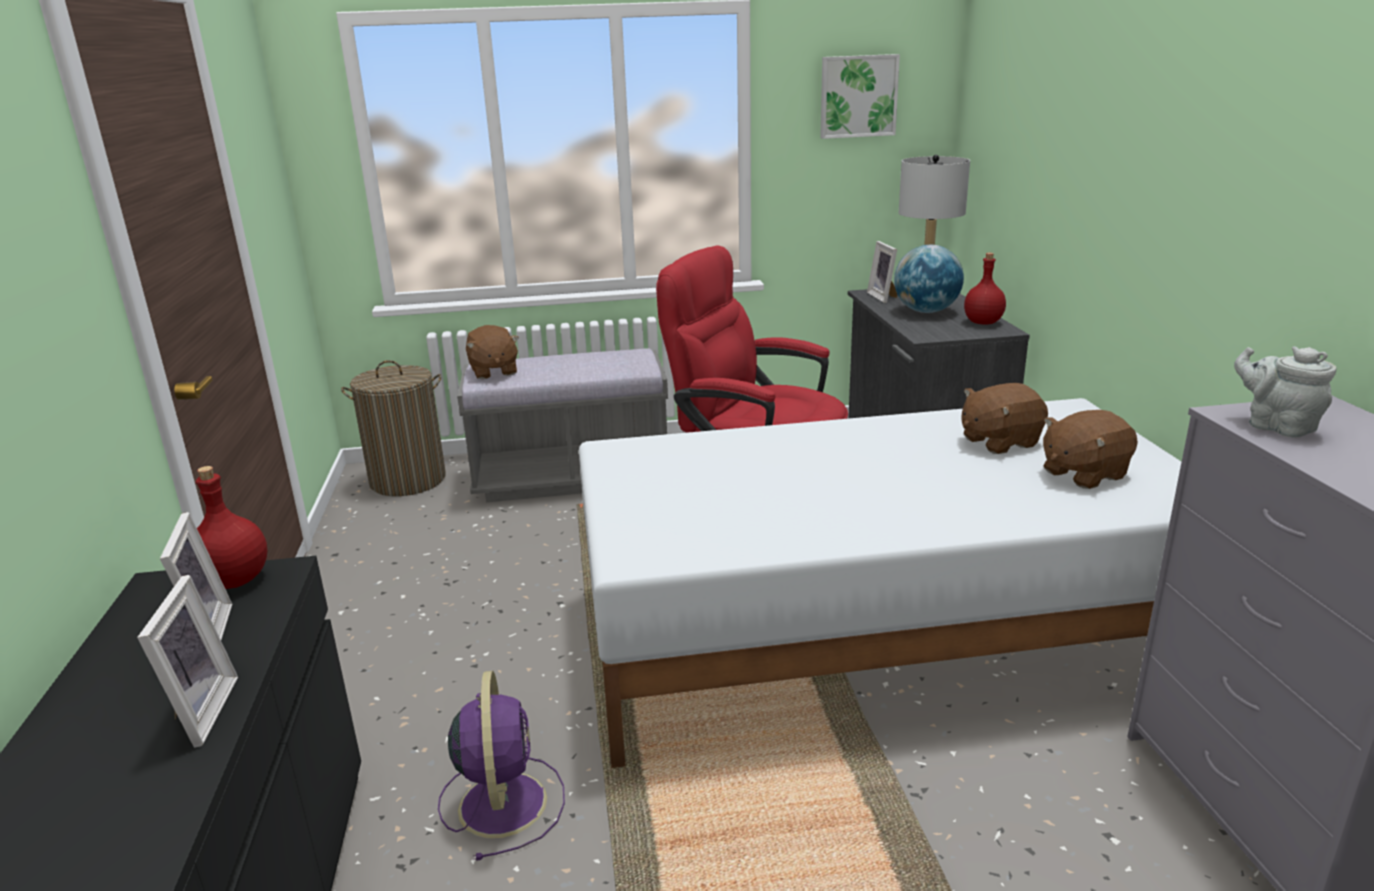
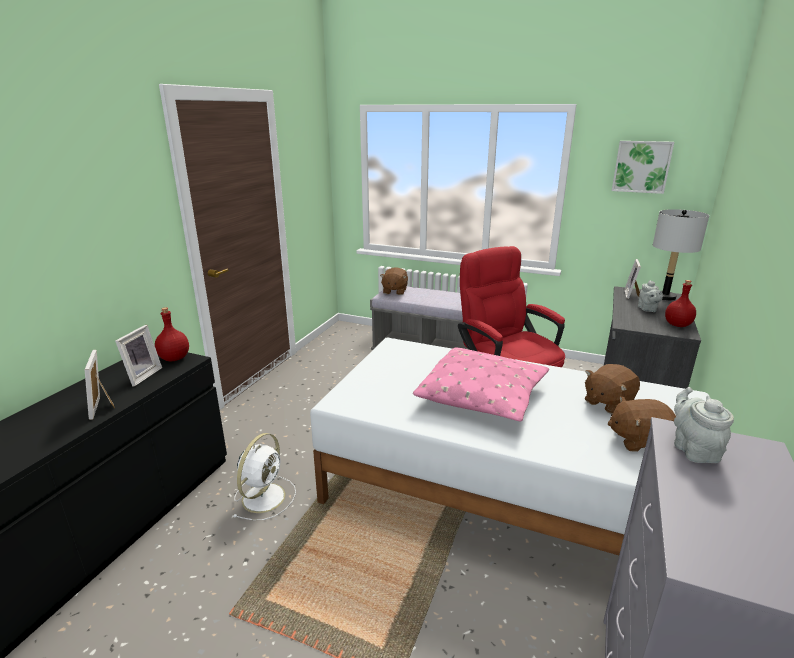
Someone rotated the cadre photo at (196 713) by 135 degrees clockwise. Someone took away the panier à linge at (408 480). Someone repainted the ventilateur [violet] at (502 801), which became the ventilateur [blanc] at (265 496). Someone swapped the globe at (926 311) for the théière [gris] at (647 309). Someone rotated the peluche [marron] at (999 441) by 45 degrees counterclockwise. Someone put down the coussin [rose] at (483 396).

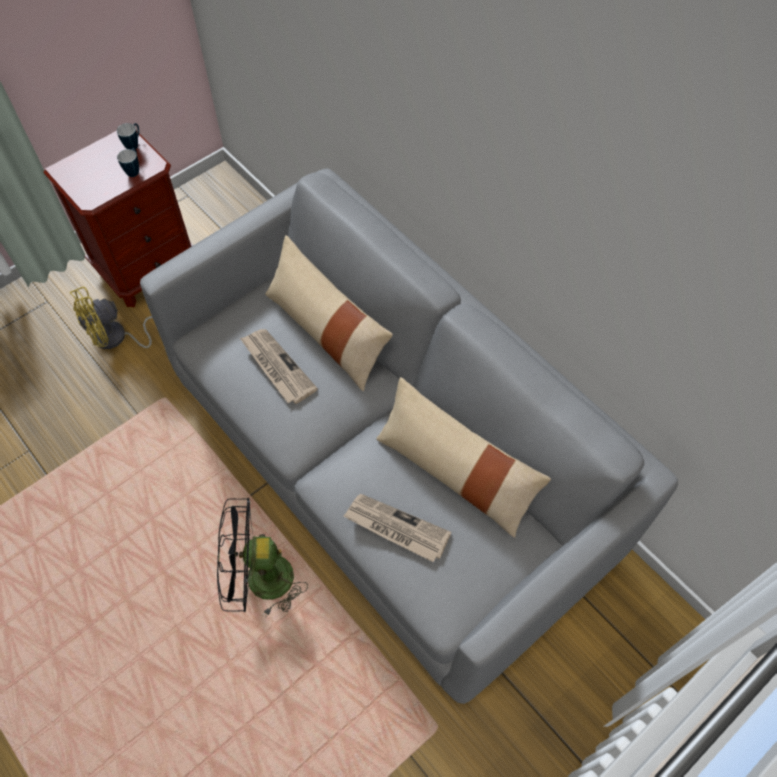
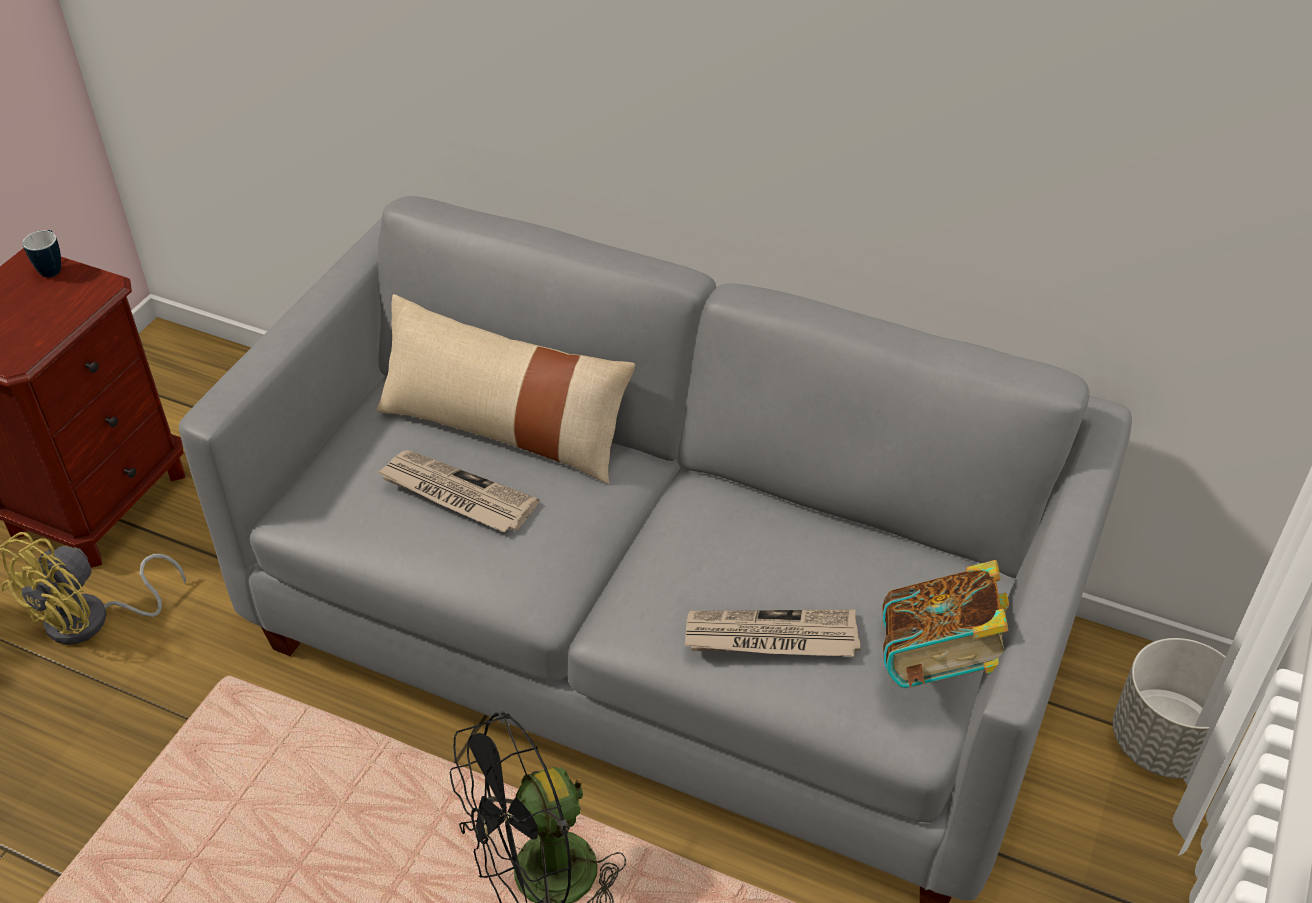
Someone took away the mug at (134 170). Someone took away the coussin [beige] at (455 473). Someone put down the livre at (941 665). Someone put down the cache-pot [gris] at (1162 743).

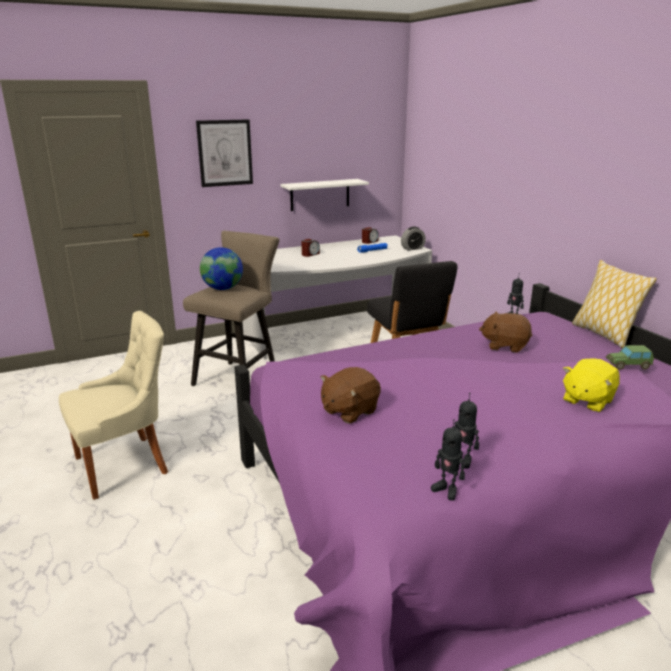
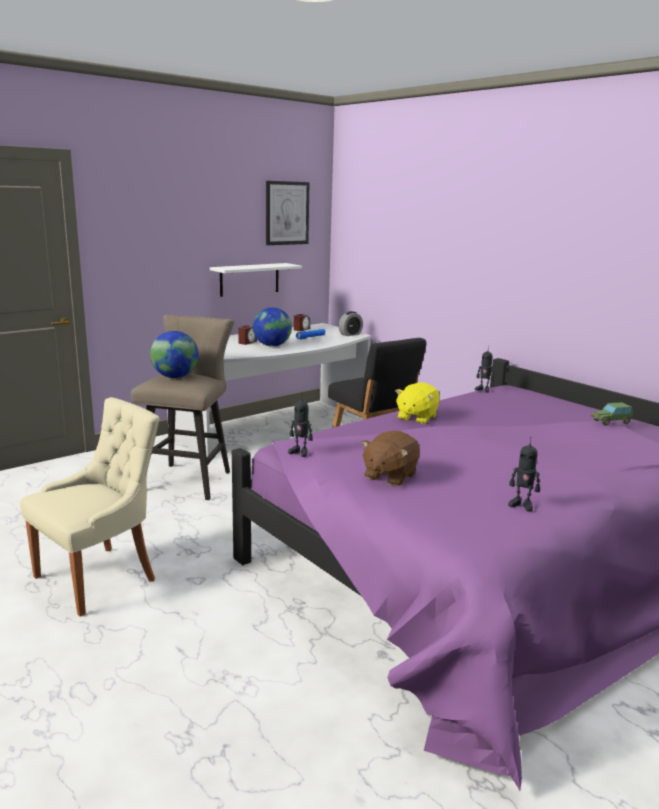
Someone carried the tableau from (225 153) to (287 213). Someone carried the robot jouet from (446 490) to (300 452). Someone took away the peluche [marron] at (505 345). Someone carried the peluche [jaune] from (587 400) to (416 417). Someone took away the coussin at (604 334). Someone put down the globe at (272 346).

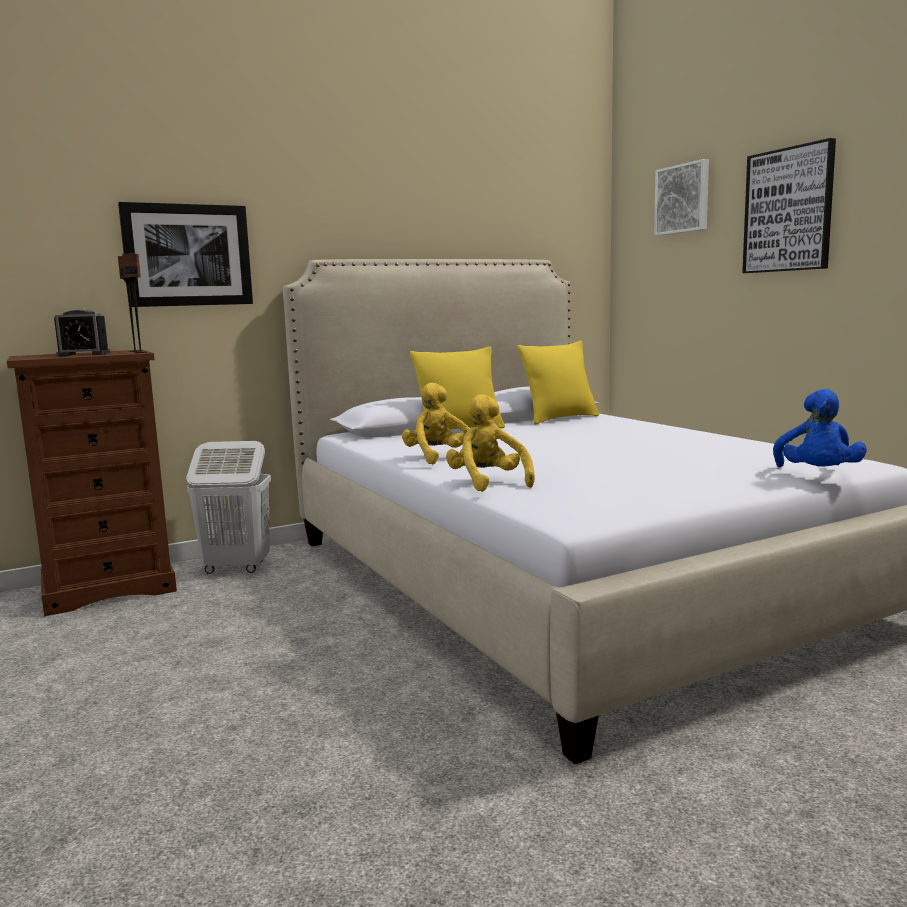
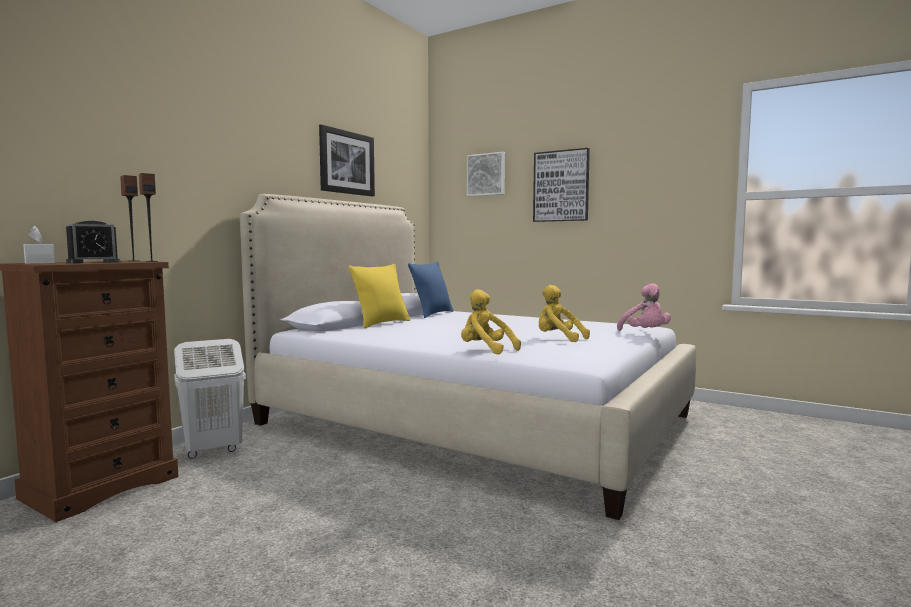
Someone carried the tableau from (188 255) to (347 162). Someone carried the peluche [jaune] from (438 458) to (558 339). Someone repainted the coussin [jaune] at (560 419), which became the coussin [bleu] at (432 314). Someone repainted the peluche [bleu] at (817 475), which became the peluche [rose] at (645 333). Someone put down the boîte à mouchoirs [blanc] at (39 263).

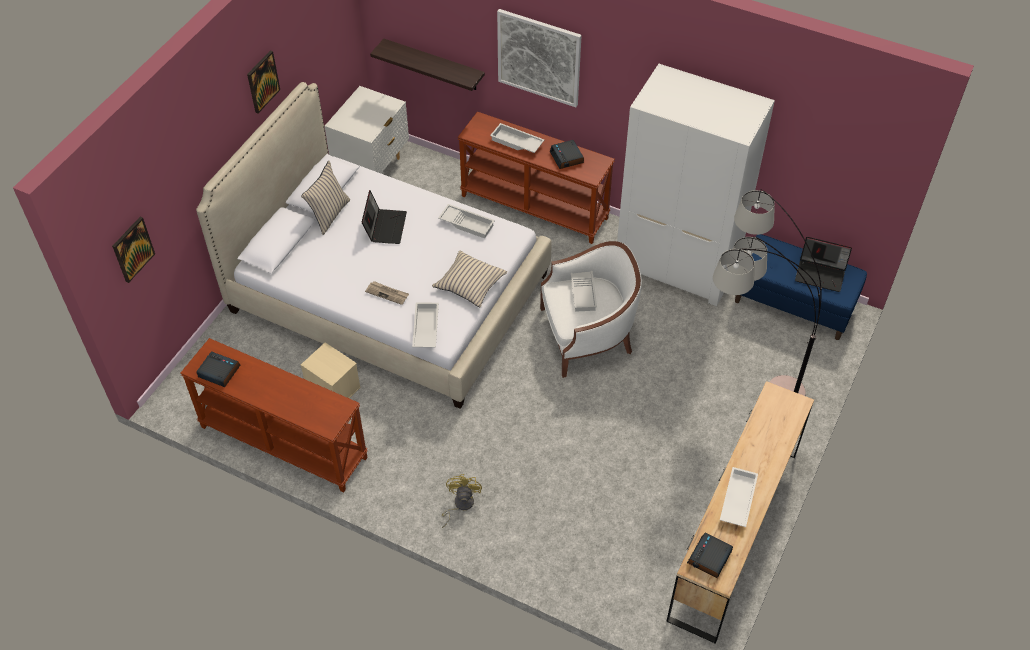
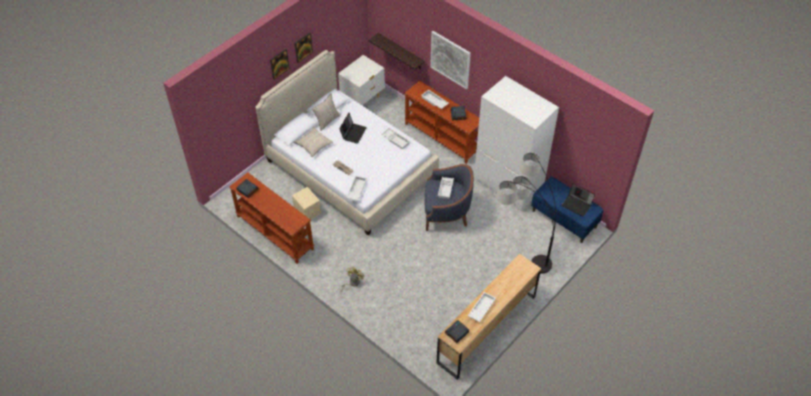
Someone carried the tableau from (132 249) to (279 64). Someone carried the coussin [beige] from (470 284) to (313 144). Someone repainted the fauteuil [blanc] at (587 336), which became the fauteuil [bleu] at (446 212).

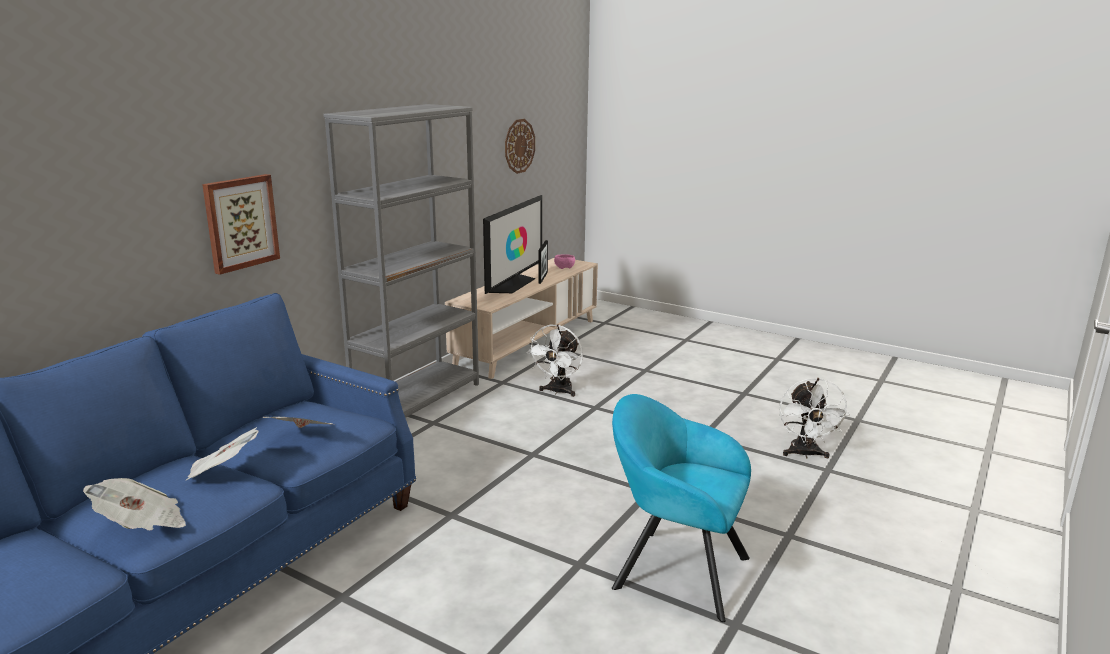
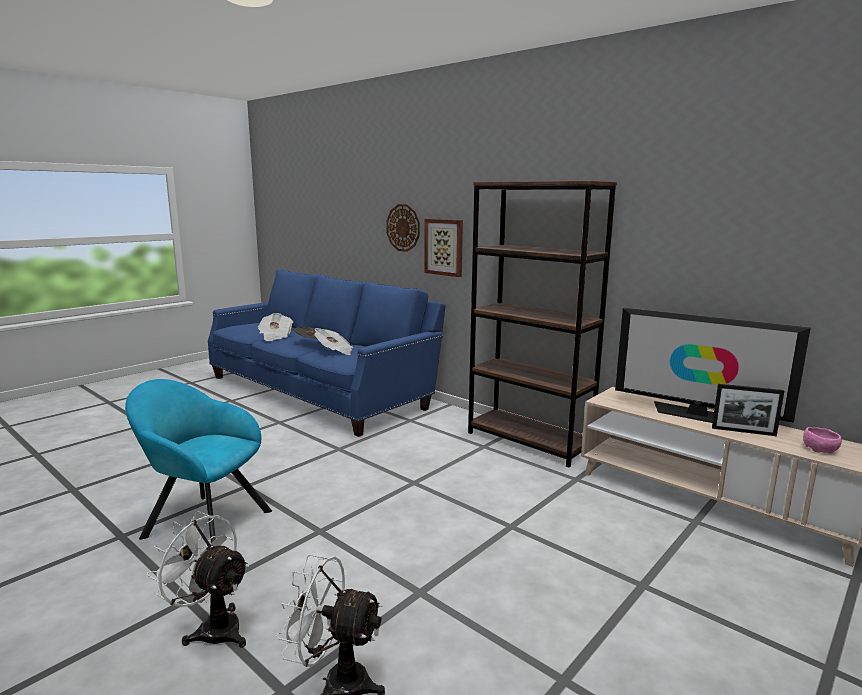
Someone repainted the bibliothèque [gris] at (418 400), which became the bibliothèque [marron] at (529 441). Someone carried the horloge murale from (519 146) to (403 228). Someone carried the ventilateur [blanc] from (558 392) to (212 627). Someone rotated the fauteuil [turquoise] at (674 570) by 105 degrees counterclockwise.

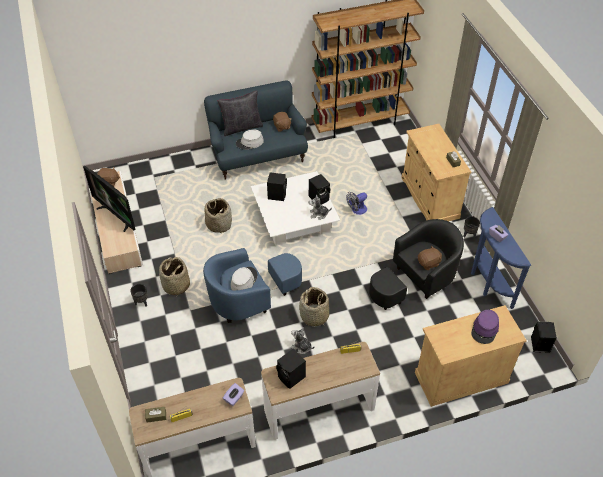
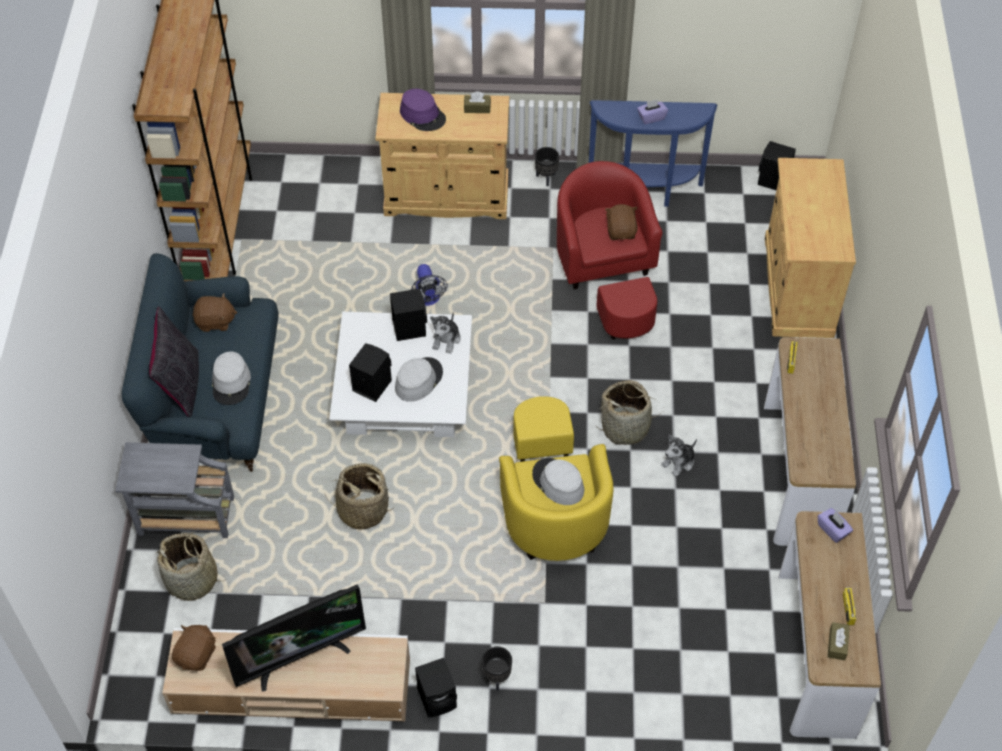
Someone carried the panier from (176 286) to (192 580). Someone repainted the fauteuil [bleu] at (249 297), which became the fauteuil [jaune] at (552 506). Someone carried the enceinte [noir] from (292 377) to (438 698). Someone repainted the fauteuil [noir] at (416 280), which became the fauteuil [rouge] at (607 274). Someone carried the chapeau [violet] from (485 329) to (423 115). Someone put down the table d'appoint [gris] at (183 515). Someone put down the chapeau [gris] at (418 380).

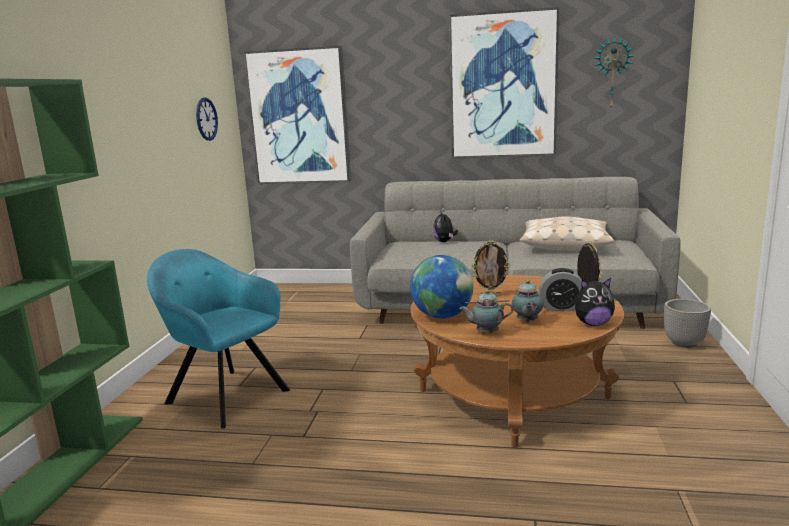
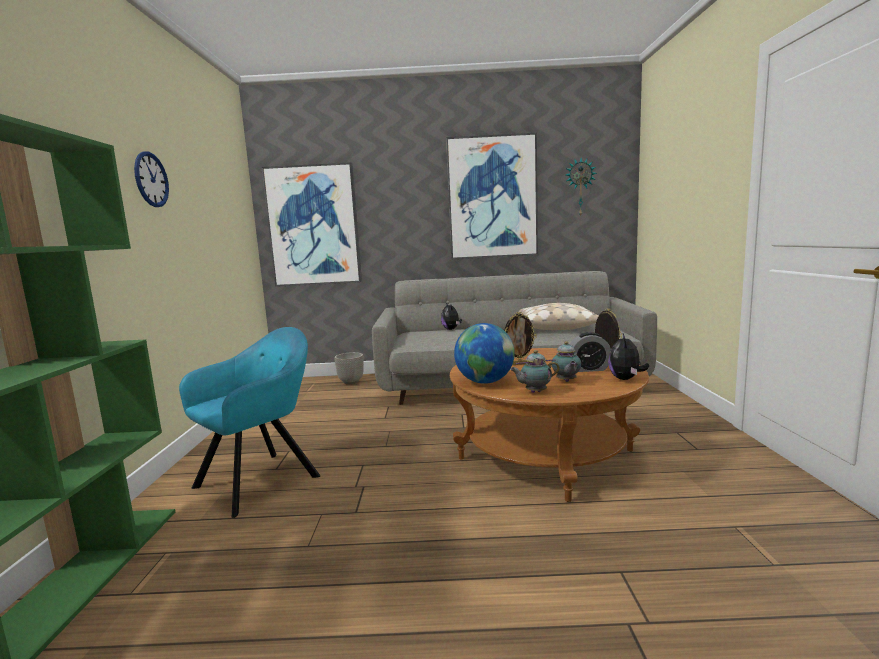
Someone rotated the fauteuil [turquoise] at (224 395) by 105 degrees clockwise. Someone carried the horloge murale from (206 119) to (151 179). Someone rotated the peluche at (593 323) by 120 degrees clockwise. Someone carried the cache-pot from (684 343) to (351 382).

